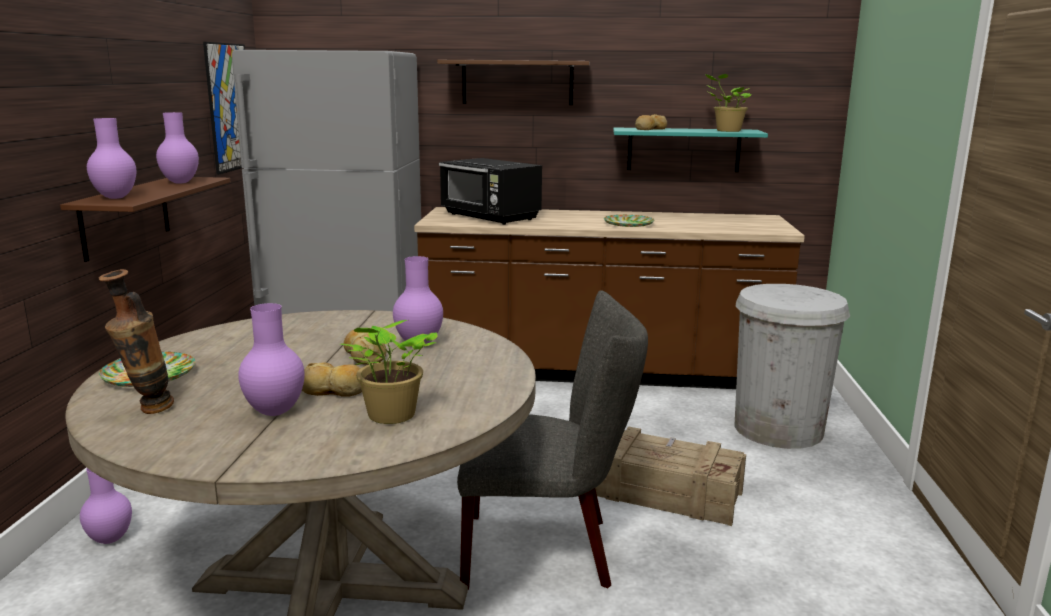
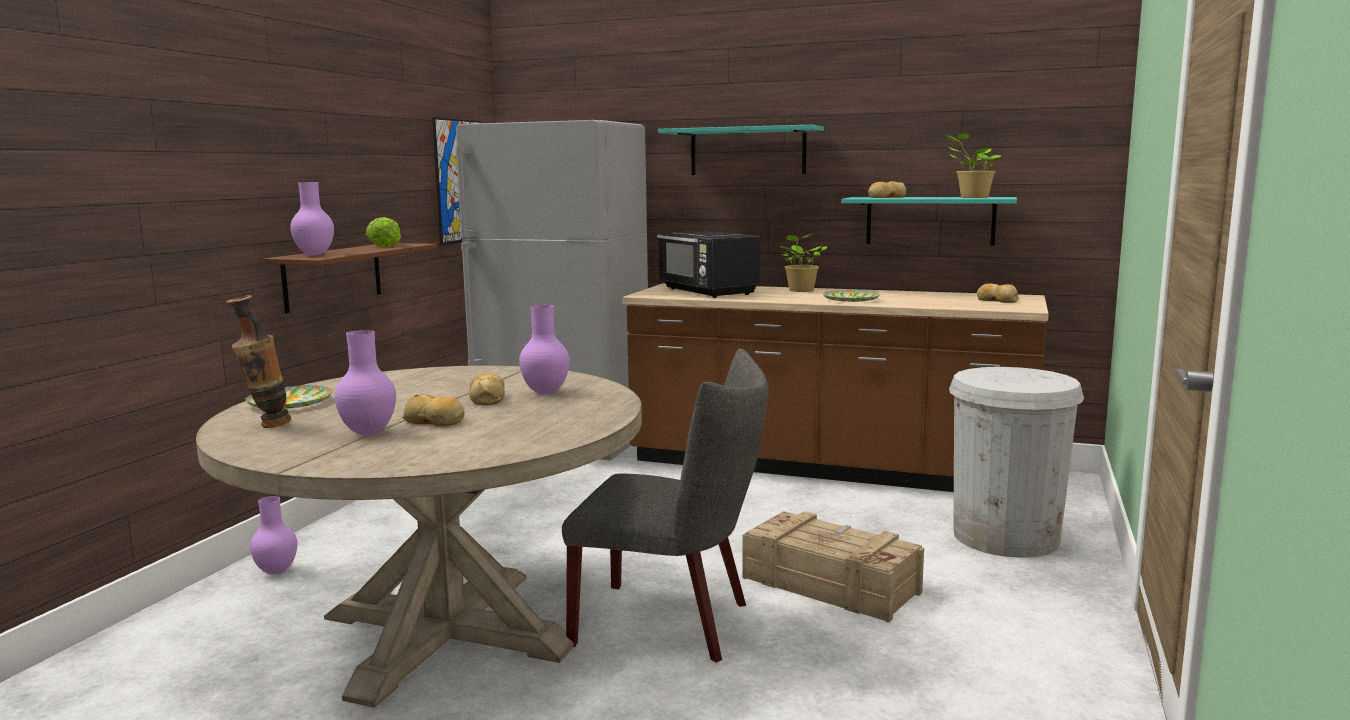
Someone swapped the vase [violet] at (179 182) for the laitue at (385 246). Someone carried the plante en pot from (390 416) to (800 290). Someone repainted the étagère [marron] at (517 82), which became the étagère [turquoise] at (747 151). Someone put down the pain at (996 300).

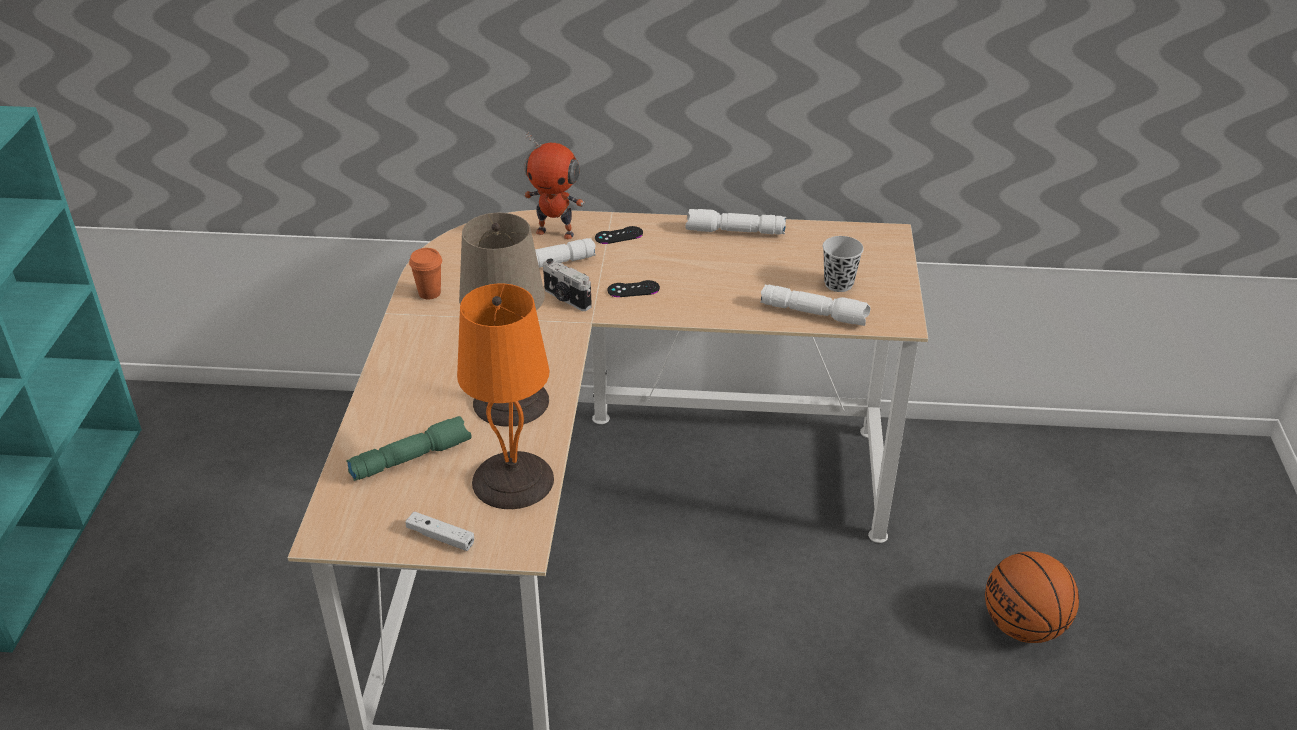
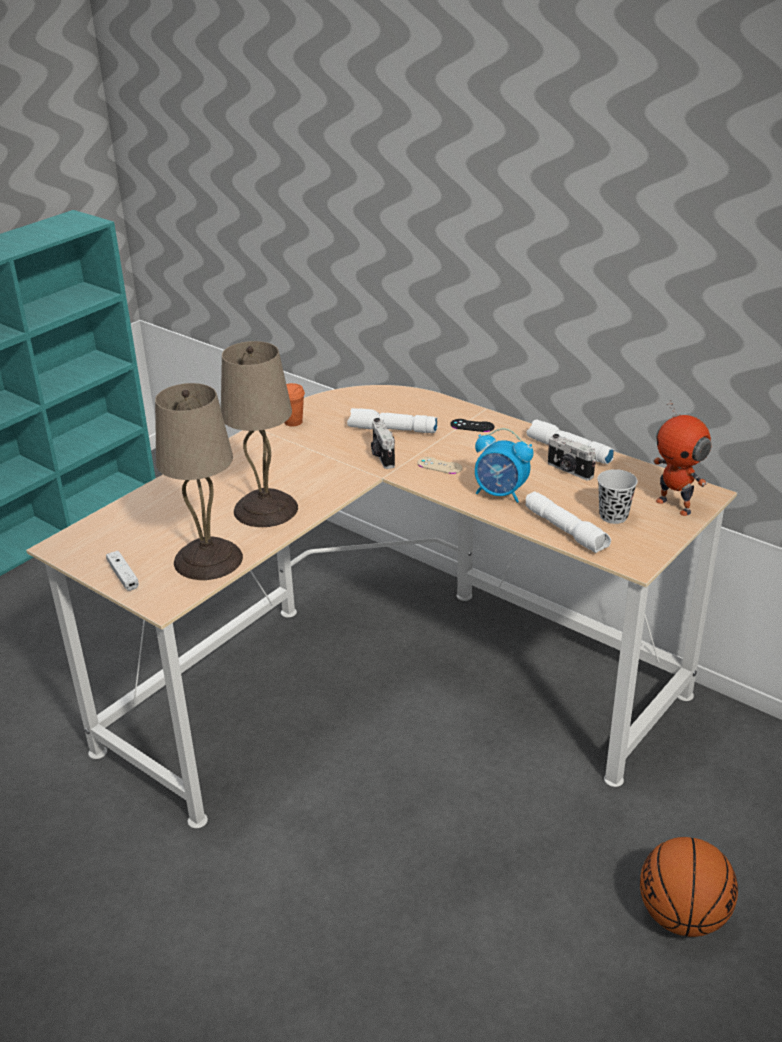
Someone took away the lampe de poche [vert] at (411 457). Someone repainted the lampe de table [orange] at (511 481), which became the lampe de table [beige] at (206 559). Someone carried the robot jouet from (556 232) to (675 505). Someone repainted the manette [noir] at (633 289), which became the manette [beige] at (439 466). Someone put down the réveil at (500 494). Someone put down the appareil photo at (569 470).

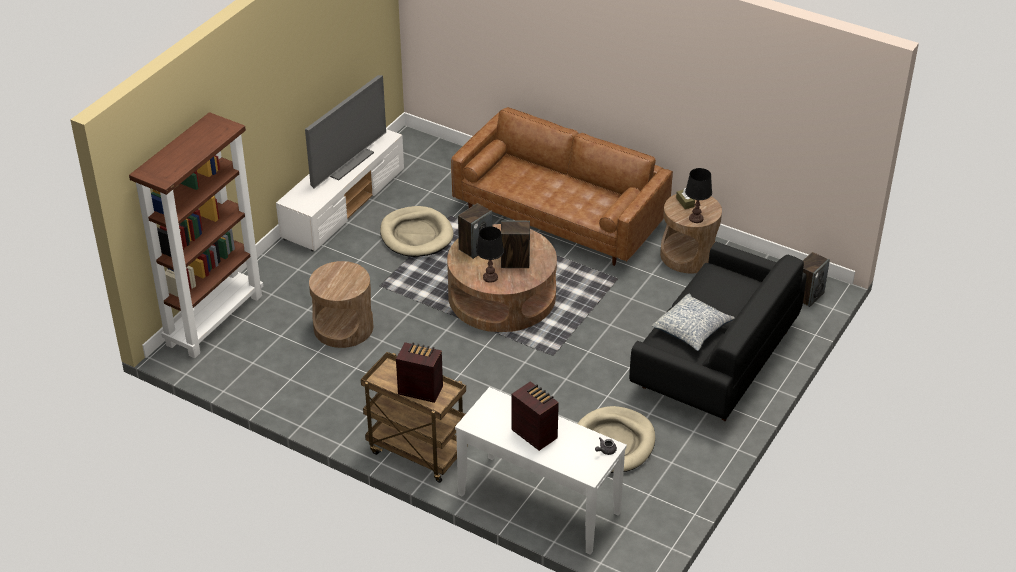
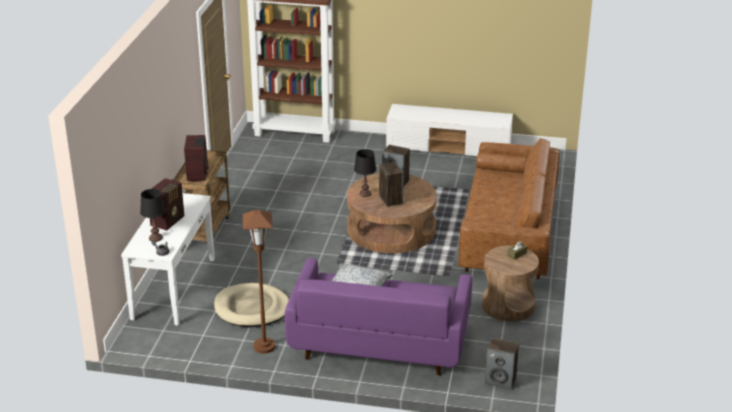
Someone took away the téléviseur at (346 161). Someone took away the table d'appoint [marron] at (343 327). Someone took away the panier pour chien [beige] at (416 235). Someone repainted the canapé [noir] at (715 359), which became the canapé [violet] at (379 341). Someone carried the lampe de table [noir] from (696 218) to (155 238). Someone put down the lampadaire [marron] at (264 346).

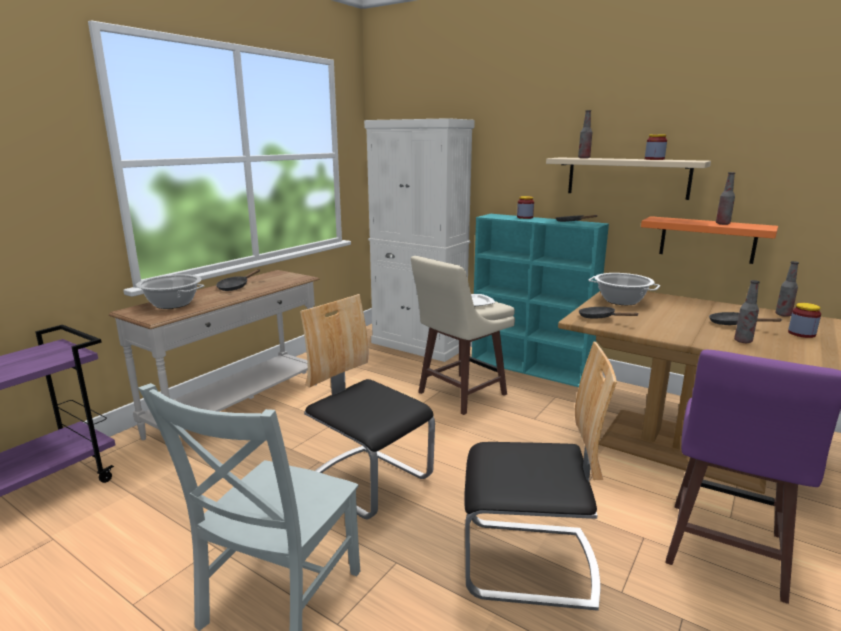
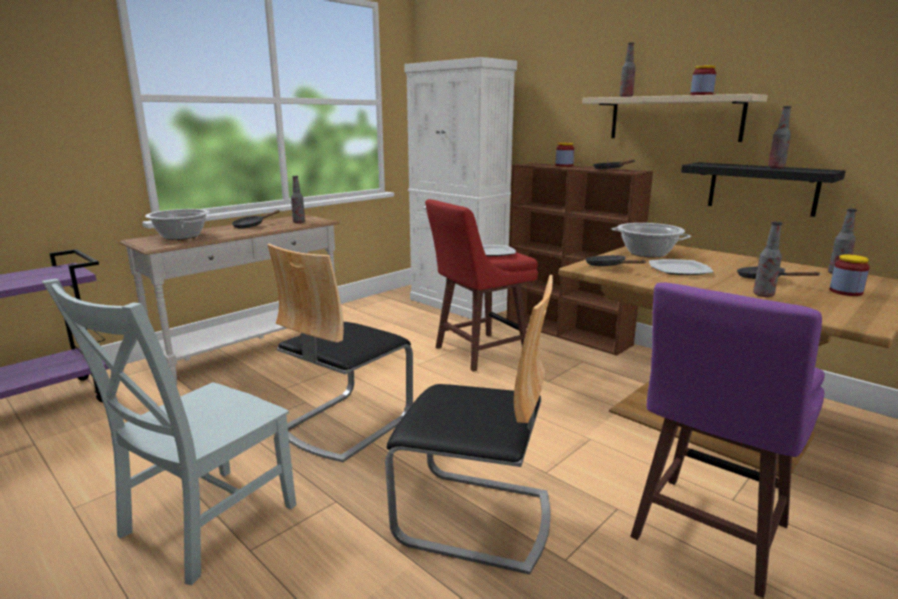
Someone rotated the chaise at (368 480) by 105 degrees counterclockwise. Someone repainted the tabouret [beige] at (459 394), which became the tabouret [rouge] at (478 352). Someone repainted the bibliothèque [turquoise] at (531 368), which became the bibliothèque [marron] at (568 333). Someone repainted the étagère [orange] at (707 239), which became the étagère [noir] at (762 188). Someone put down the bouteille at (299 222). Someone put down the assiette at (680 270).

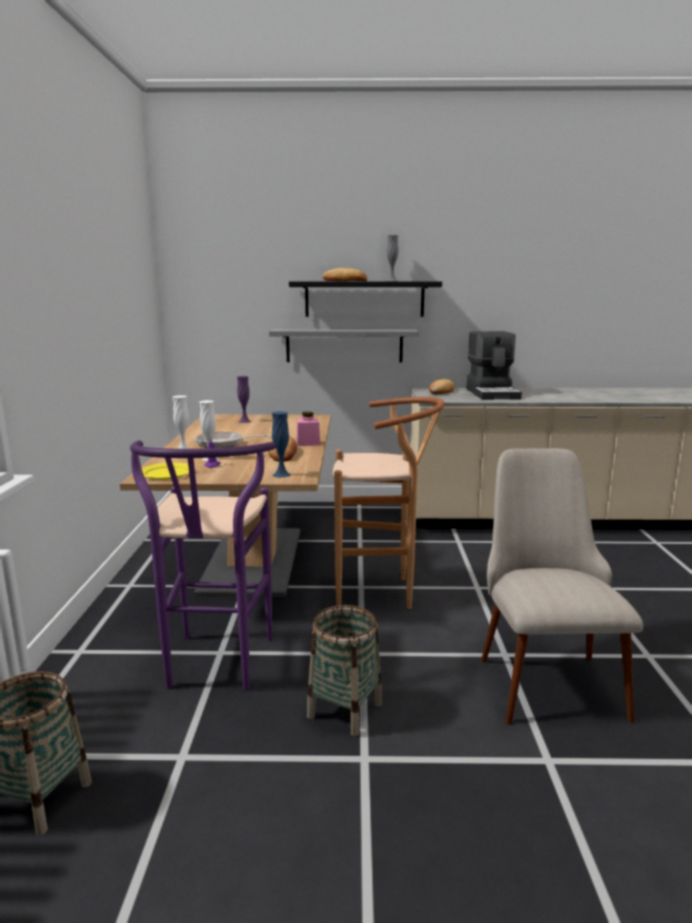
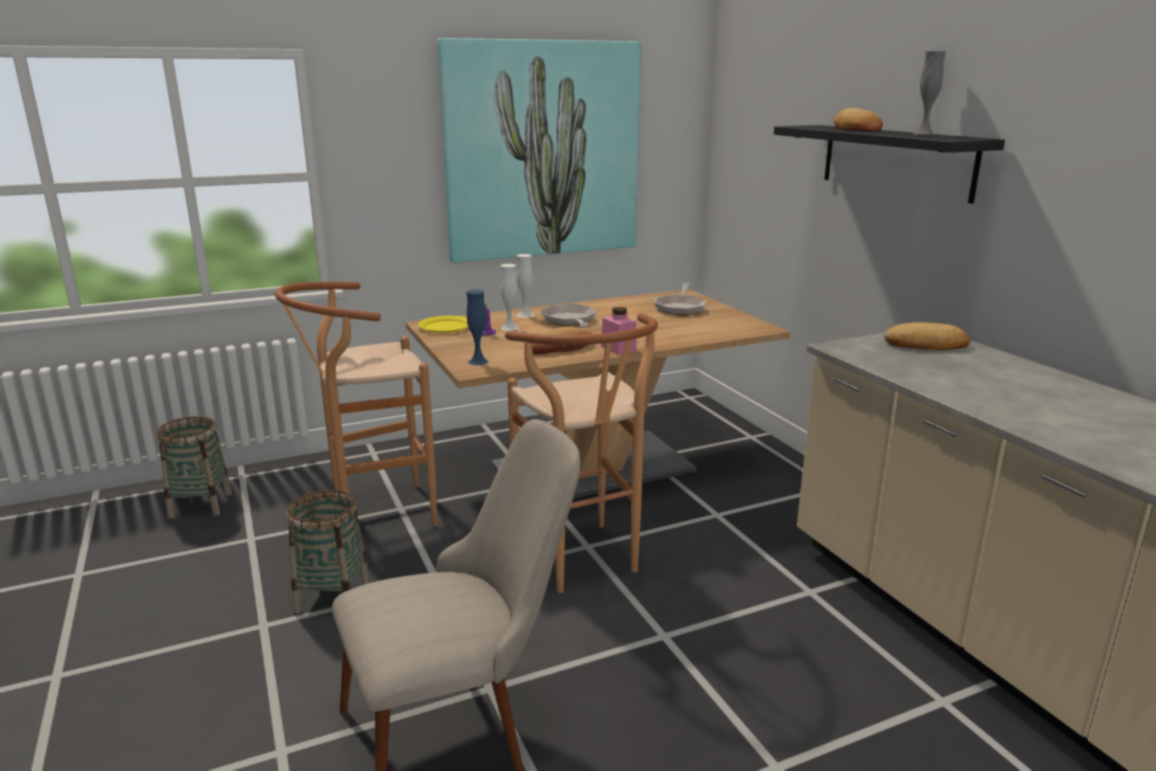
Someone repainted the tabouret [violet] at (215 668), which became the tabouret [marron] at (374 514). Someone swapped the vase [violet] at (244 421) for the poêle at (680 308). Someone took away the étagère [gris] at (344 345). Someone took away the machine à café at (493 393). Someone put up the tableau at (542 150).

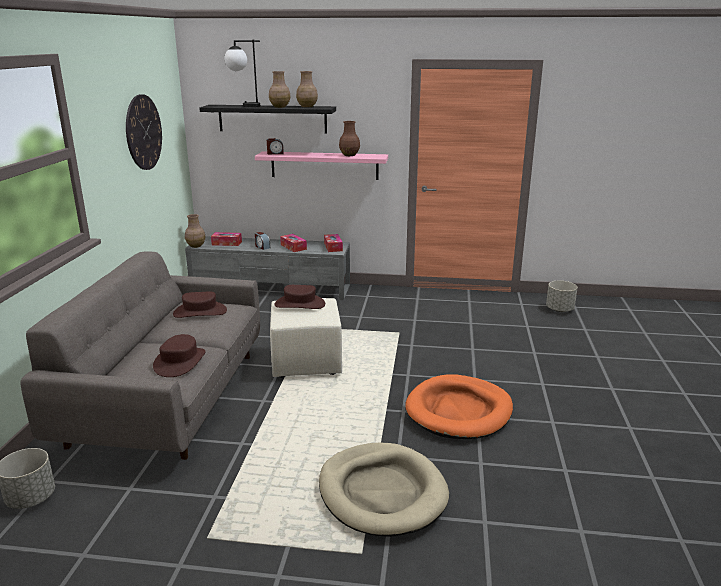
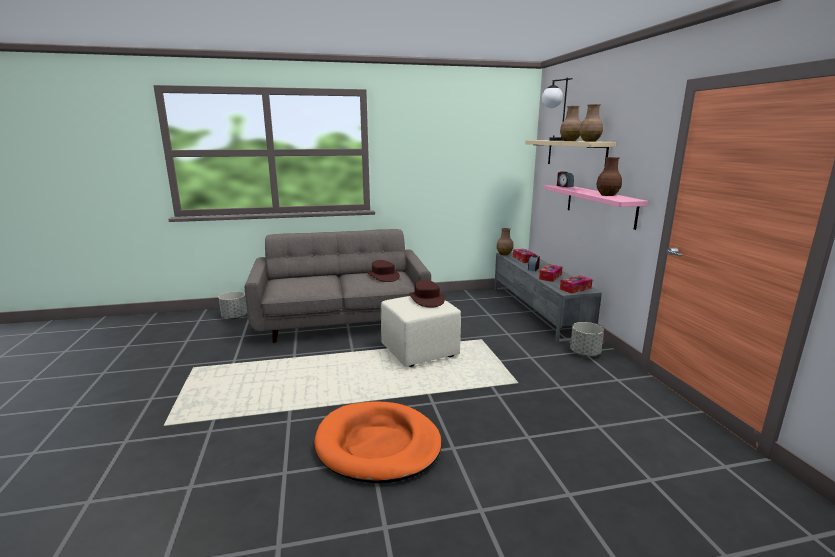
Someone took away the horloge murale at (143 132). Someone took away the chapeau [marron] at (180 362). Someone repainted the étagère [noir] at (272 118), which became the étagère [beige] at (575 154). Someone took away the panier pour chien [beige] at (382 492). Someone carried the cache-pot [gris] from (560 309) to (585 353).

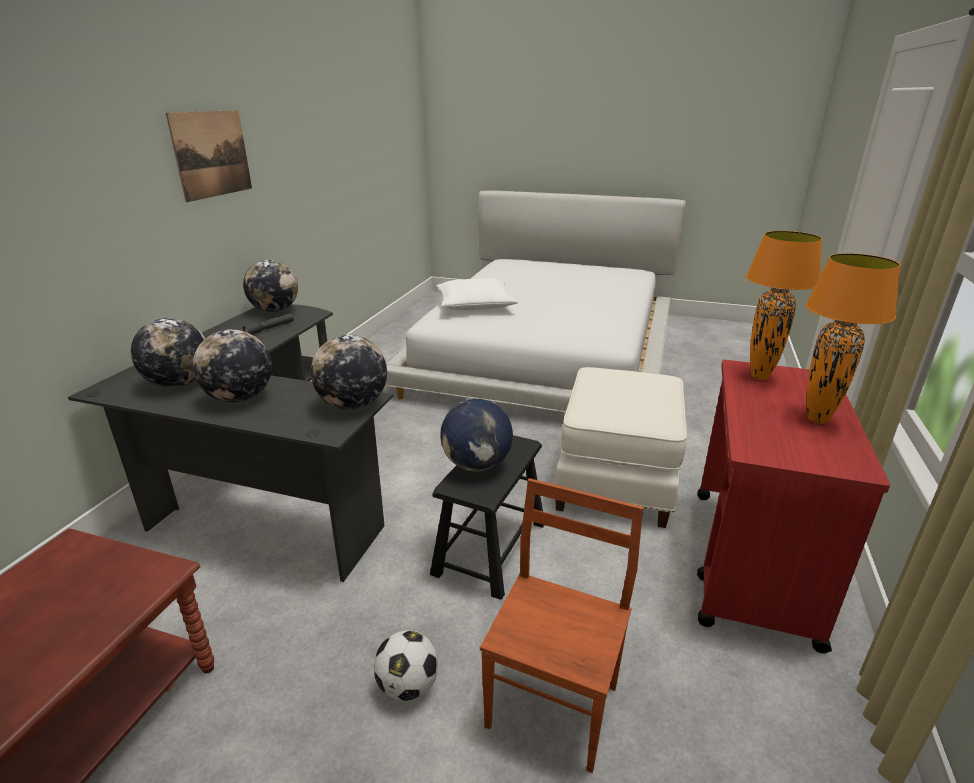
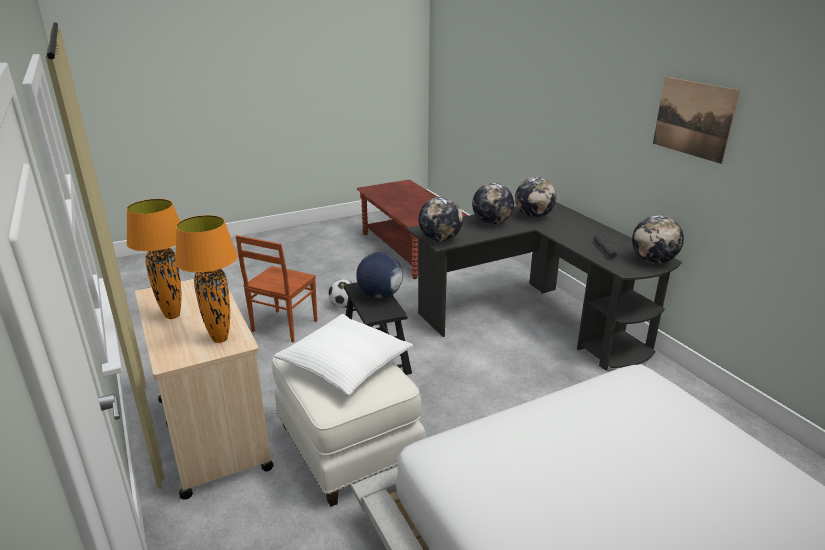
Someone carried the coussin [blanc] from (475 305) to (345 363). Someone rotated the chaise [marron] at (555 705) by 45 degrees clockwise. Someone repainted the chariot [rouge] at (751 563), which became the chariot [beige] at (212 432).

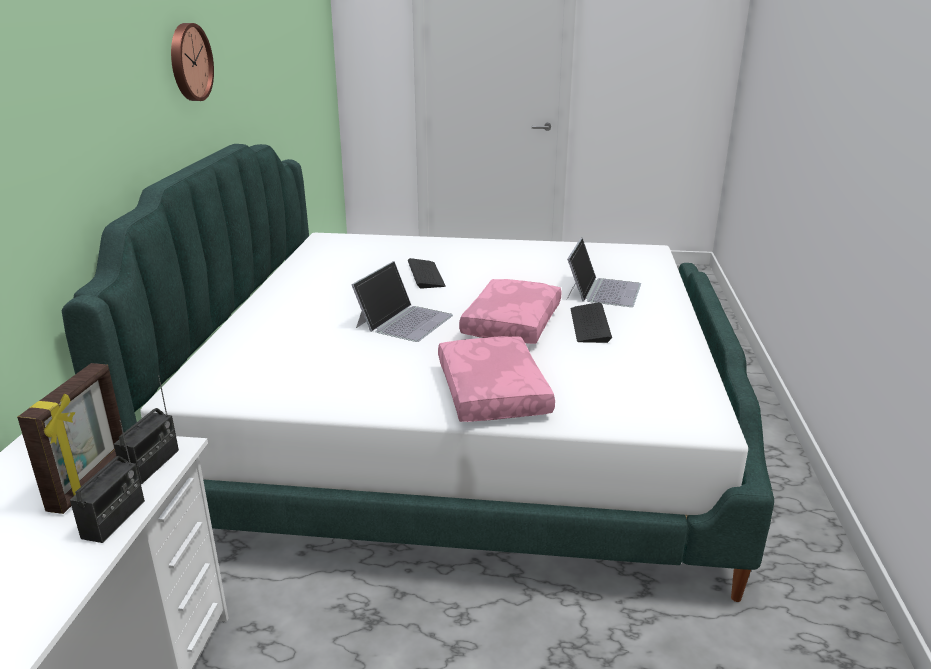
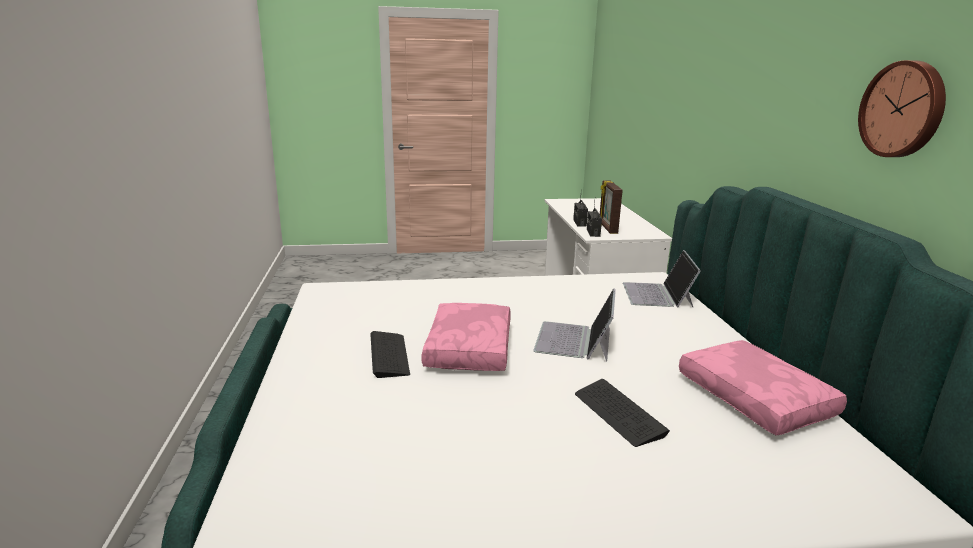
Someone carried the coussin [rose] from (489 392) to (756 398). Someone carried the ordinateur portable from (603 290) to (658 295).

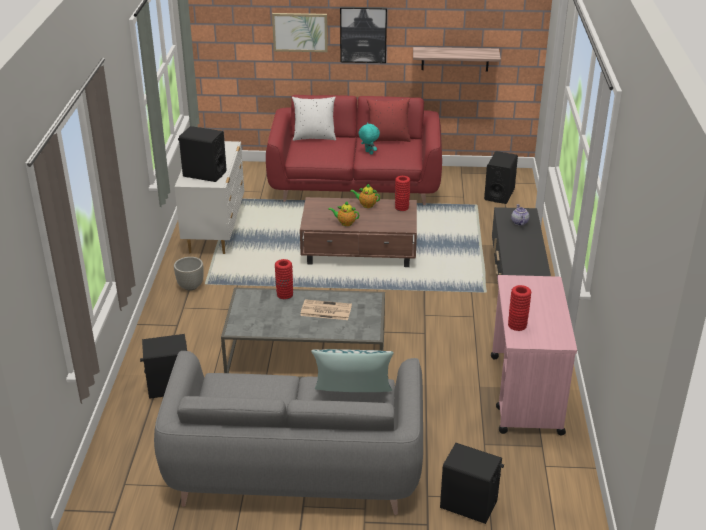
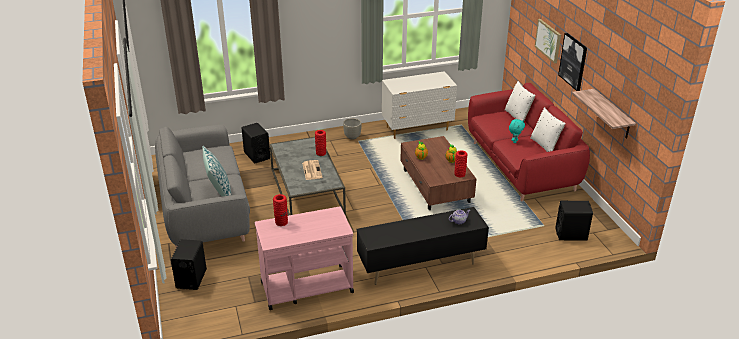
Someone took away the enceinte [noir] at (204 174). Someone repainted the coussin [rouge] at (388 139), which became the coussin [blanc] at (545 145).

